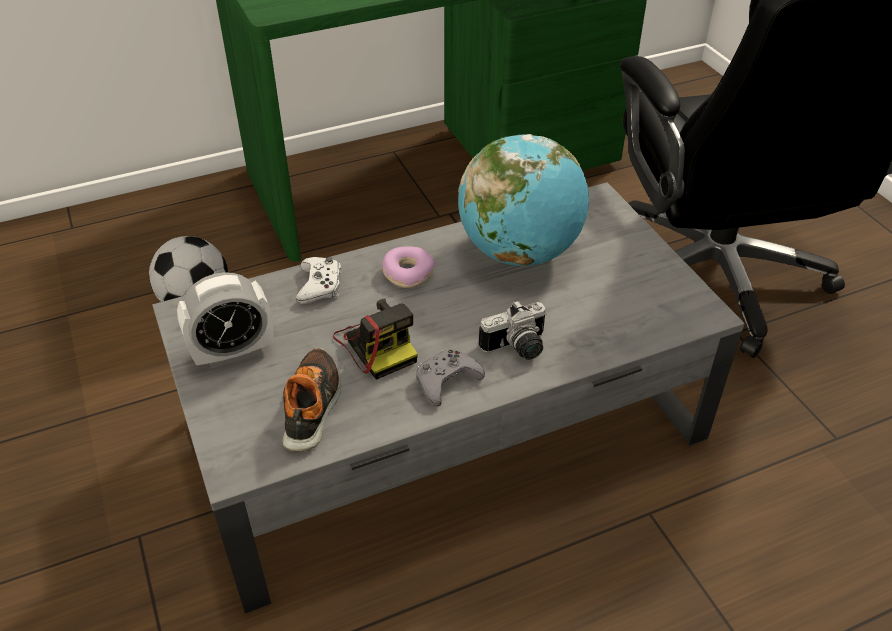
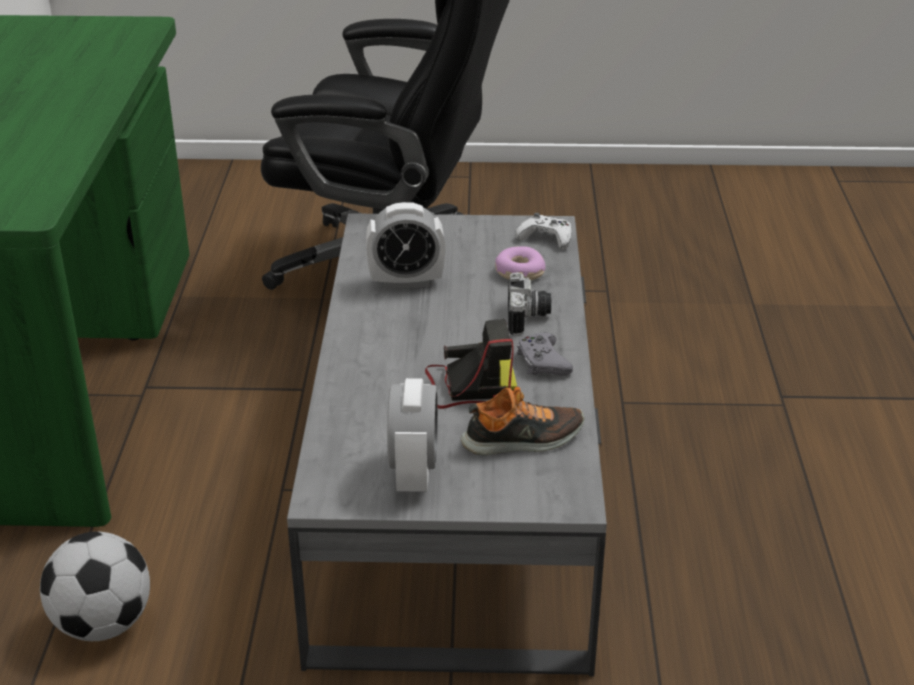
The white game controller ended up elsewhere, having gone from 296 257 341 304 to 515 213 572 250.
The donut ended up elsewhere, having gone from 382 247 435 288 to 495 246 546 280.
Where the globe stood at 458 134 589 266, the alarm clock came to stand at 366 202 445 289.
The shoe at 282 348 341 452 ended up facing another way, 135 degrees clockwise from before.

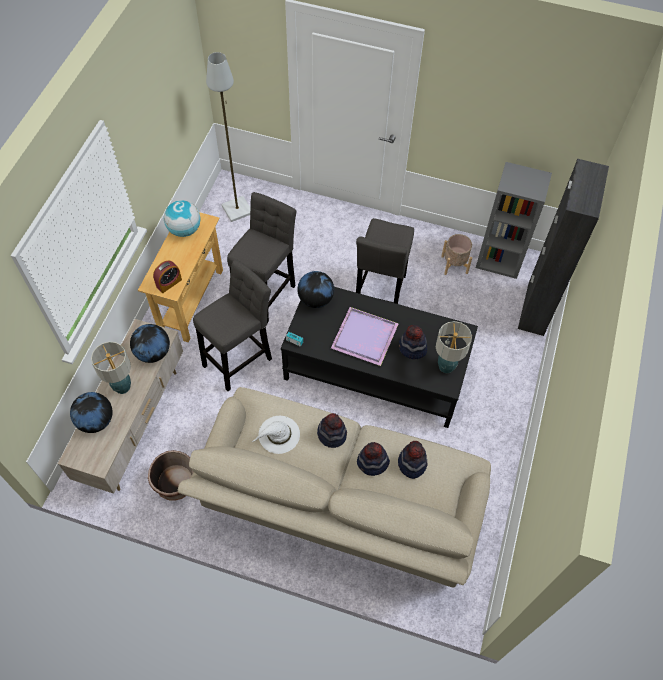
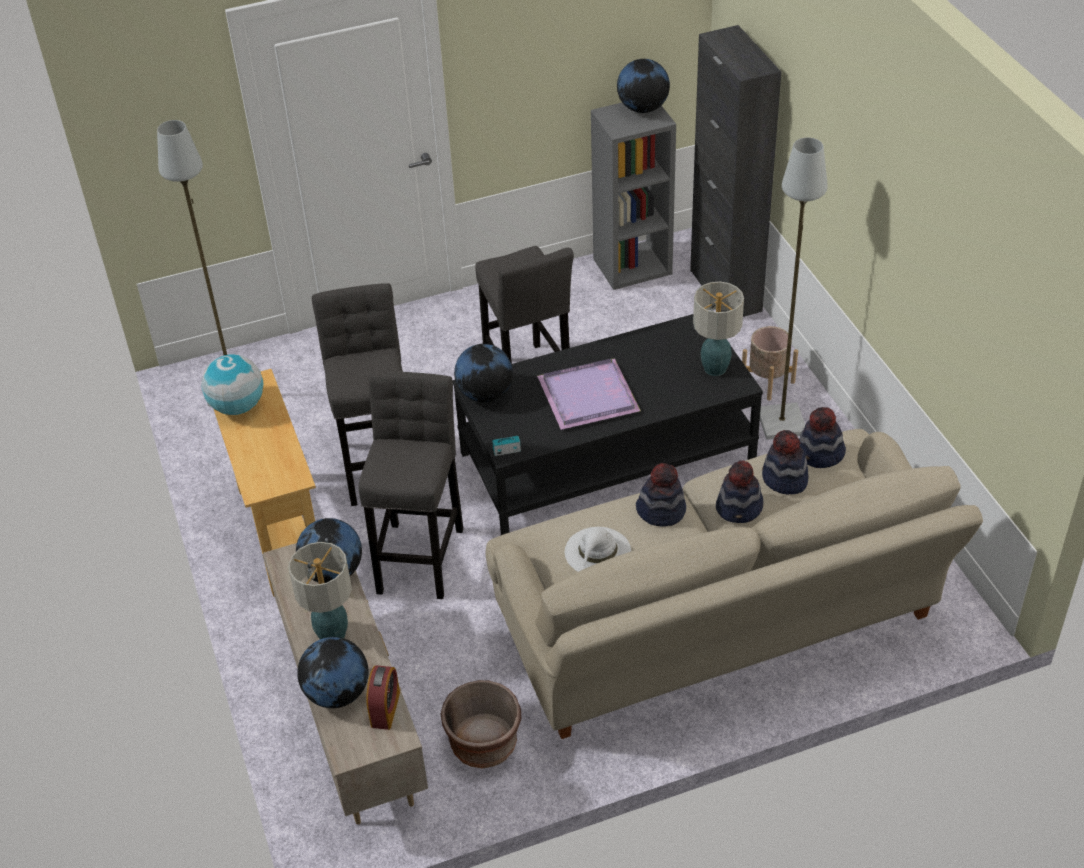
The second view gained the globe at 617 59 670 113.
The second view gained the grey floor lamp at 760 137 828 440.
The alarm clock ended up elsewhere, having gone from 153 260 182 293 to 366 666 400 730.
The hat ended up elsewhere, having gone from 399 325 427 359 to 799 407 846 468.
The beige planter ended up elsewhere, having gone from 441 234 472 275 to 742 326 798 400.

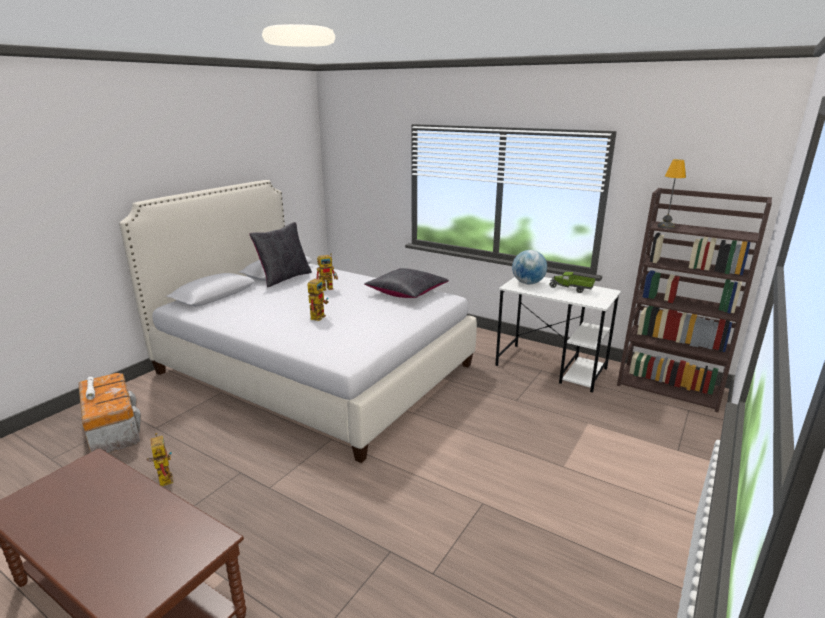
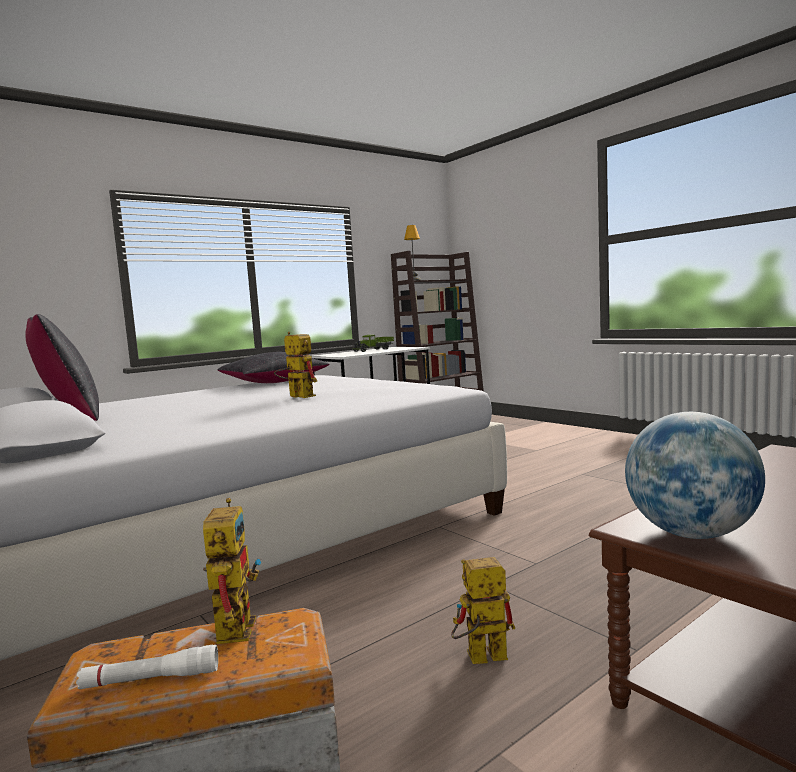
The toy robot ended up elsewhere, having gone from 317 254 338 291 to 203 498 262 644.
The globe ended up elsewhere, having gone from 512 250 547 284 to 625 412 765 539.

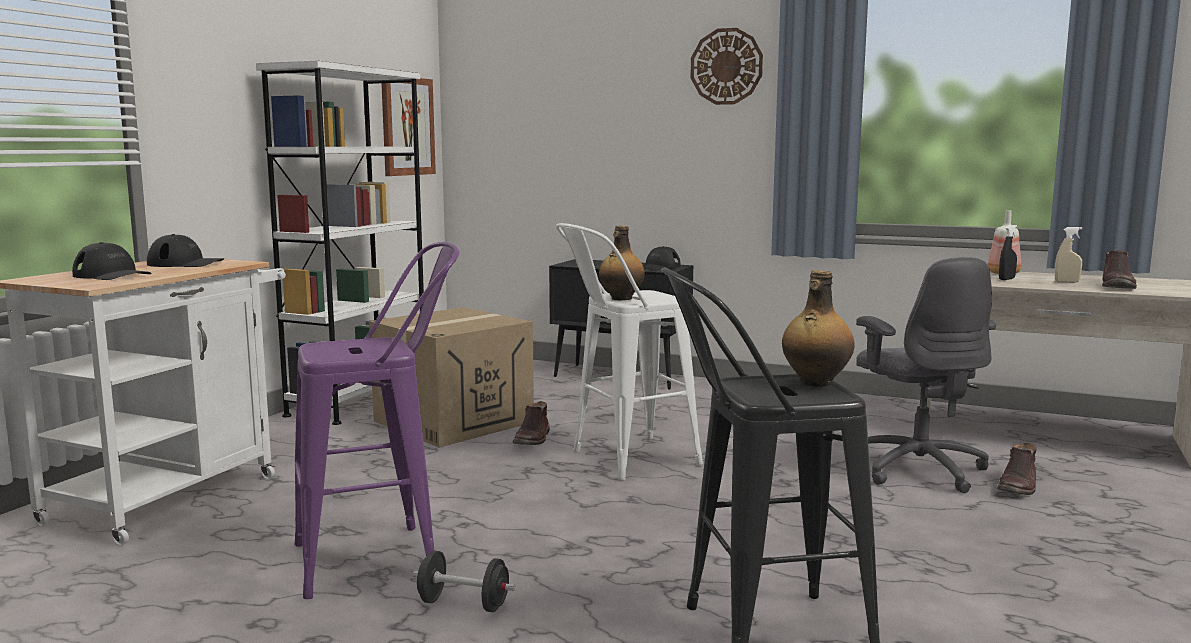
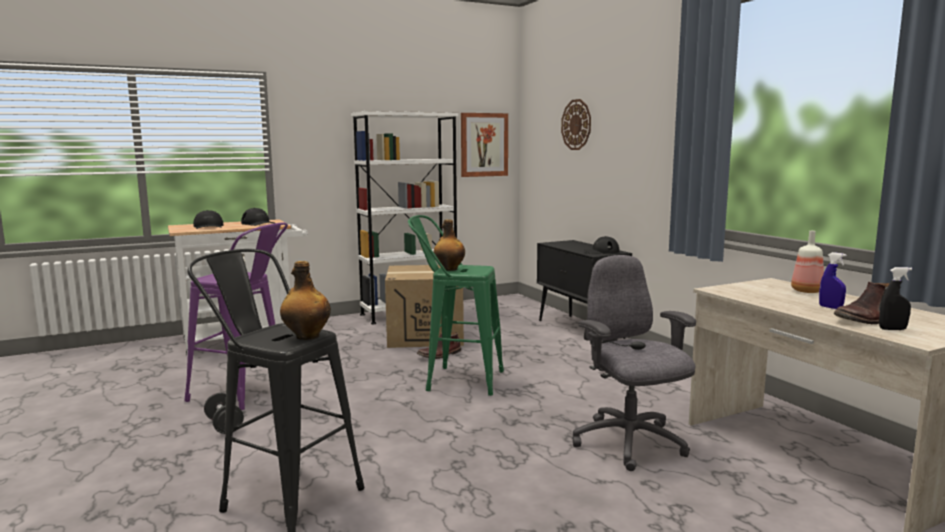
The second view lost the brown boot at 997 443 1036 495.
The wall clock ended up elsewhere, having gone from 690 28 763 105 to 561 99 591 150.
The black spray bottle ended up elsewhere, having gone from 999 225 1017 280 to 879 267 912 330.
What was the white stool at 556 223 703 480 turned into the green stool at 408 215 504 396.
What was the beige spray bottle at 1055 227 1083 283 turned into the blue spray bottle at 819 252 846 309.
The grey office chair at 856 257 996 493 ended up facing another way, 135 degrees clockwise from before.

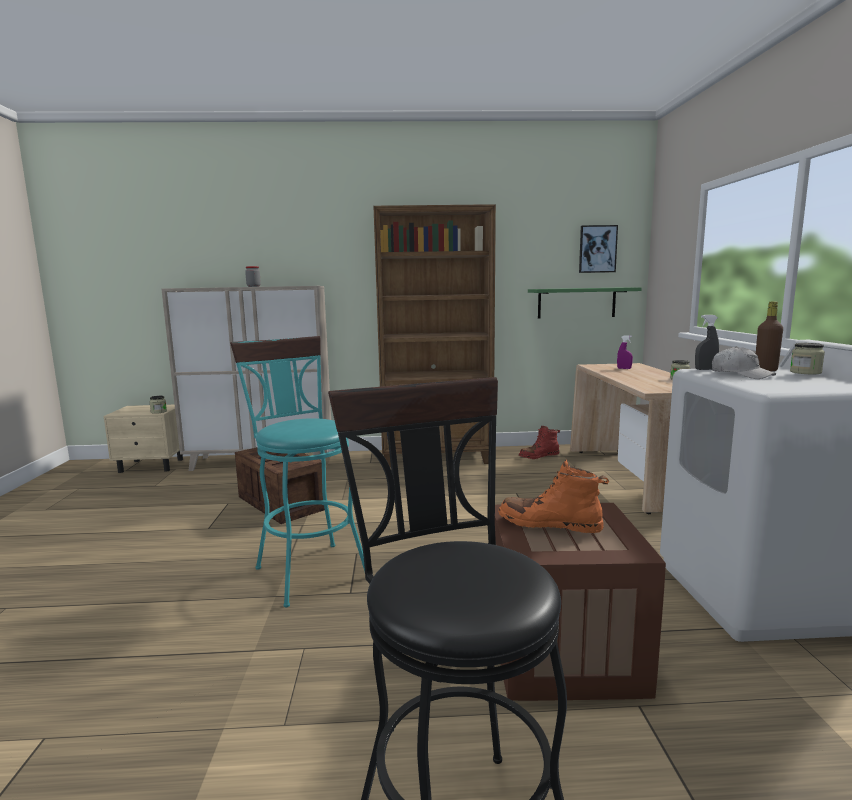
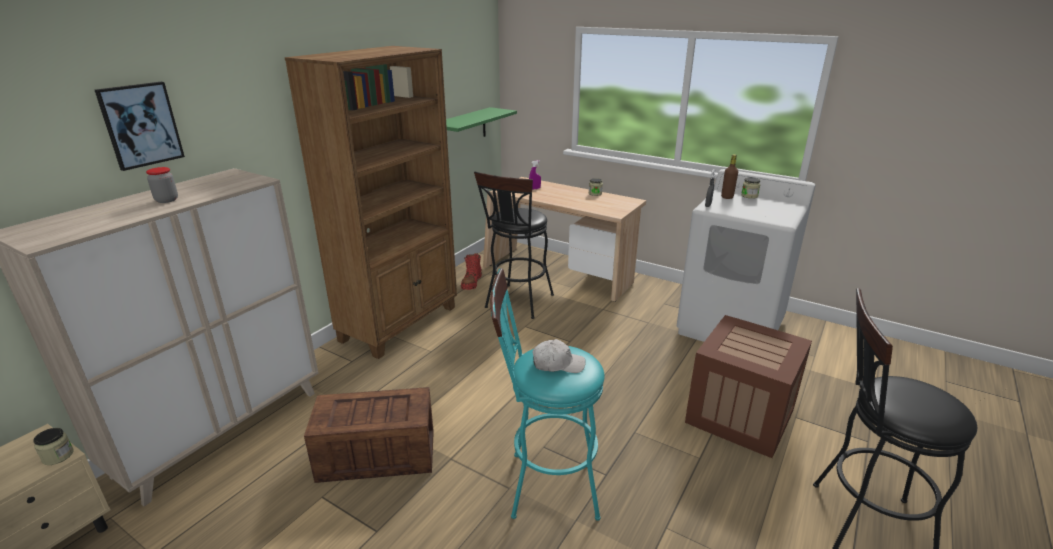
The second view lost the orange boot at 498 459 609 533.
The second view gained the black stool at 474 172 554 319.
The picture ended up elsewhere, having gone from 579 225 618 273 to 95 82 185 171.
The white cap ended up elsewhere, having gone from 712 346 776 379 to 532 339 586 373.

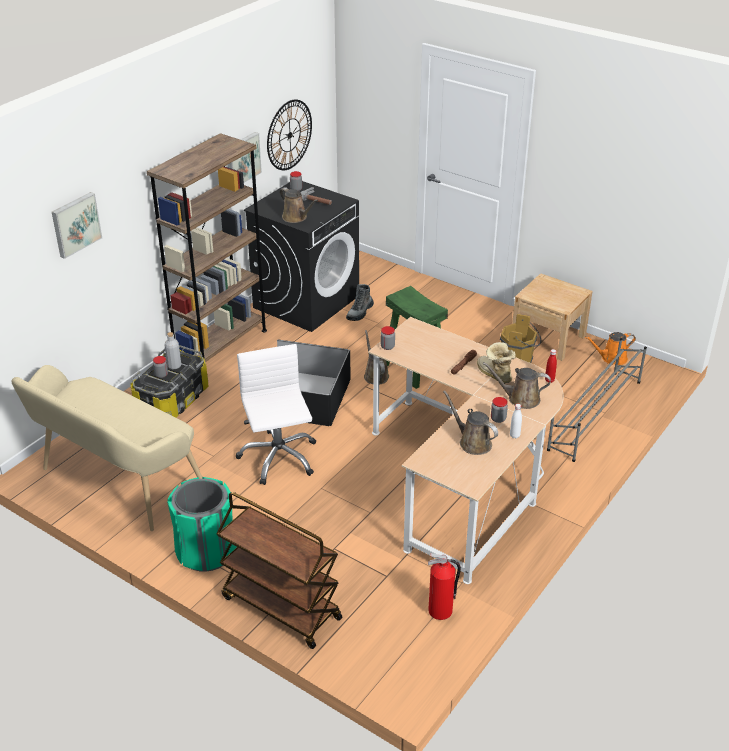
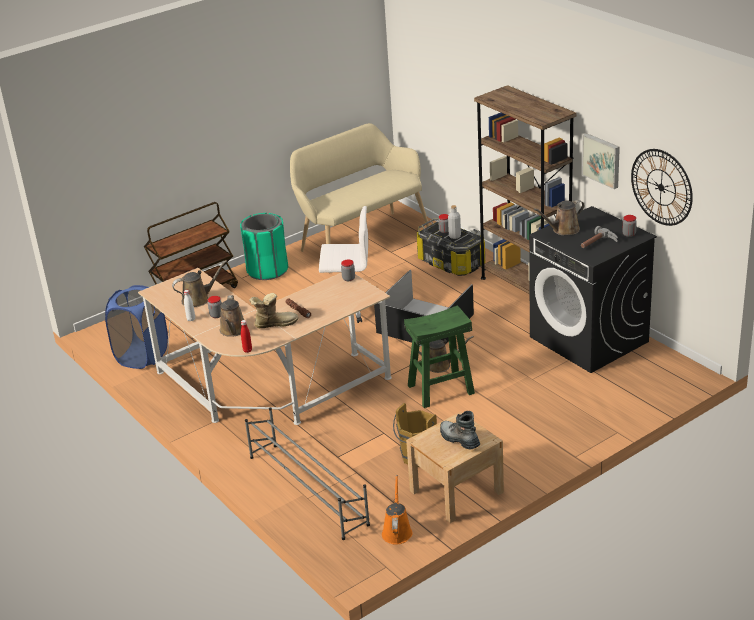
The second view lost the picture at 52 192 102 259.
The boot ended up elsewhere, having gone from 346 284 374 321 to 440 411 480 449.
Where the fire extinguisher stood at 428 553 461 620, the blue laundry basket came to stand at 105 285 168 369.
The brown watering can at 483 362 551 409 ended up facing another way, 150 degrees clockwise from before.

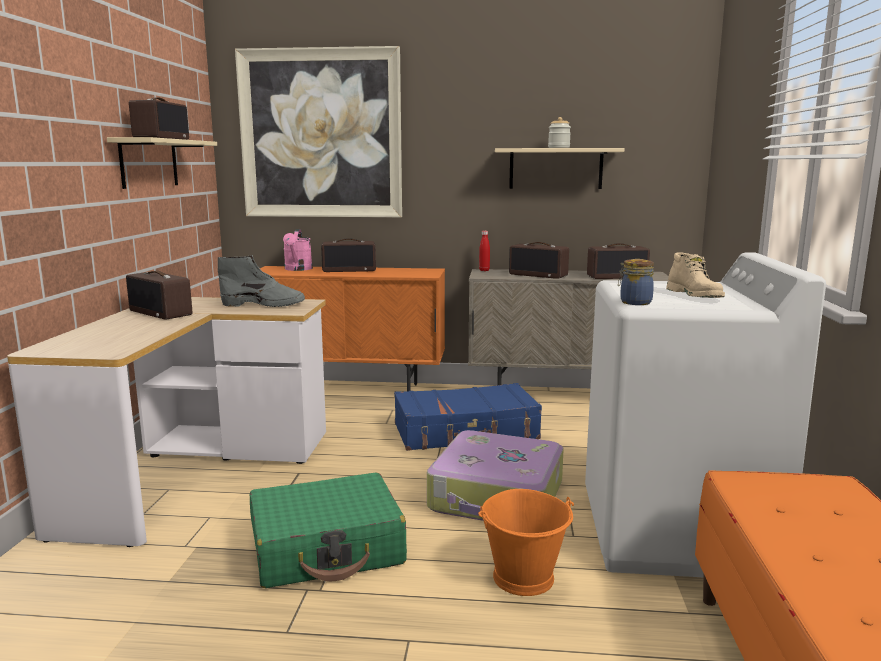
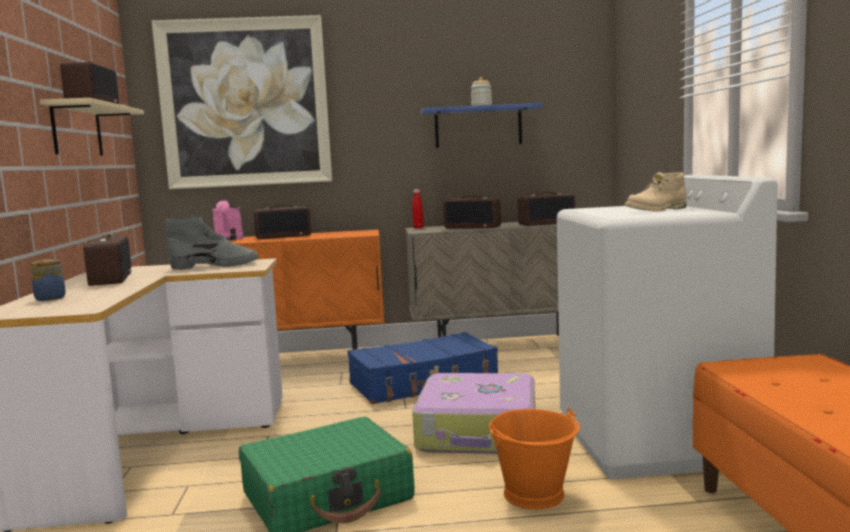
The jar ended up elsewhere, having gone from 618 259 654 305 to 31 259 66 301.
What was the beige shelf at 495 148 625 189 turned into the blue shelf at 420 103 543 148.
The radio at 126 271 192 319 ended up facing another way, 135 degrees counterclockwise from before.
The beige boot at 666 252 725 298 ended up facing another way, 90 degrees clockwise from before.

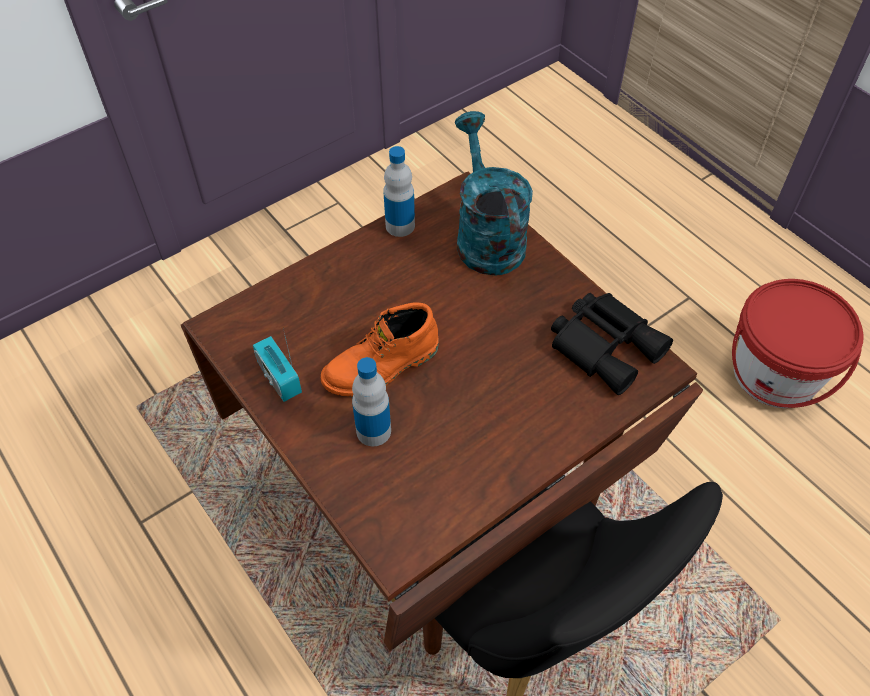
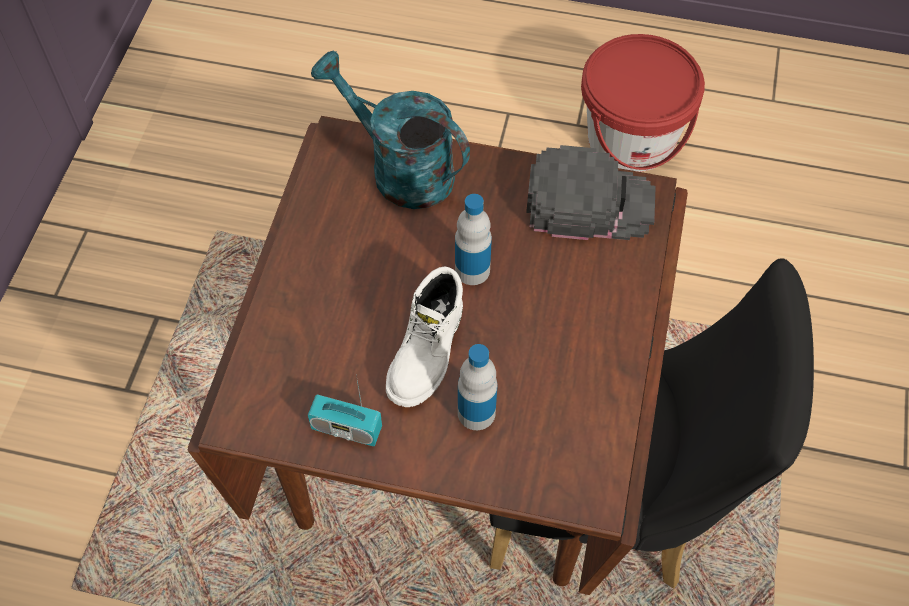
The bottle ended up elsewhere, having gone from 383 146 415 237 to 455 194 492 285.
Where the black binoculars stood at 551 293 673 395, the black cap came to stand at 526 145 656 240.
What was the orange boot at 321 302 439 396 turned into the white boot at 386 267 463 407.

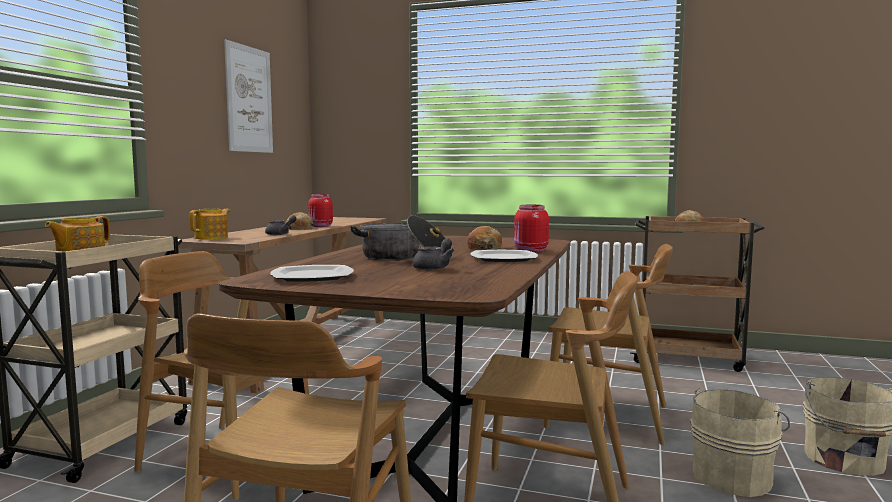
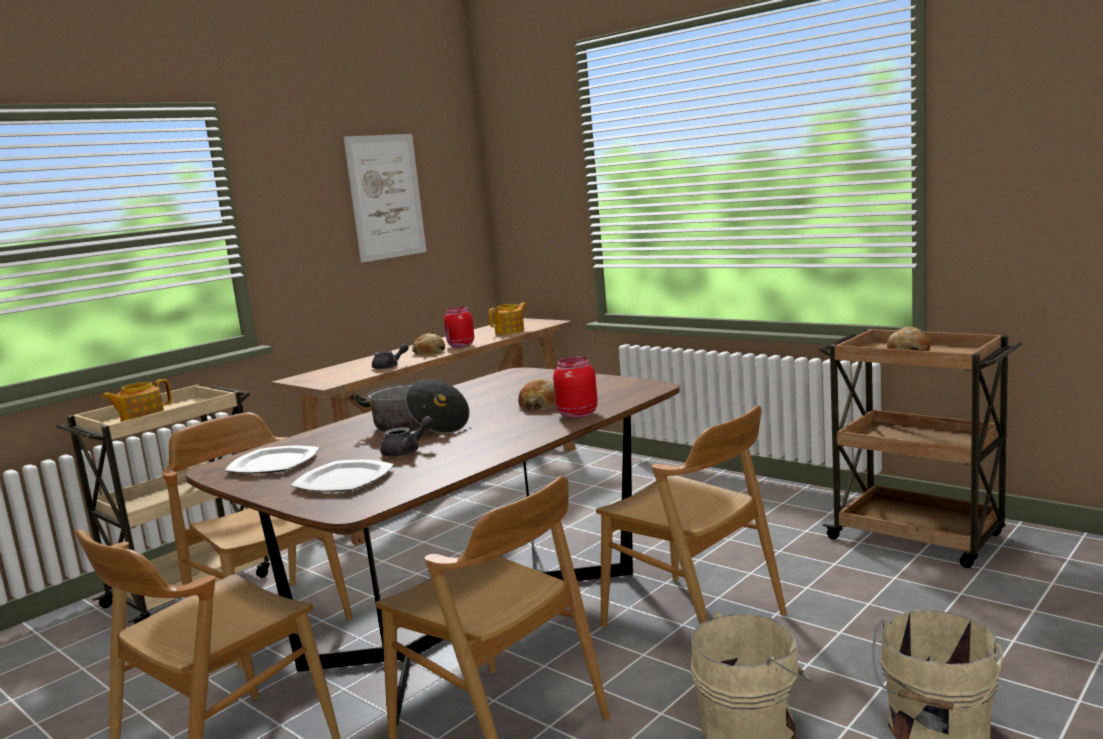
The teapot ended up elsewhere, having gone from 189 209 230 239 to 488 303 527 335.
The plate ended up elsewhere, having gone from 470 250 538 262 to 290 460 394 491.

